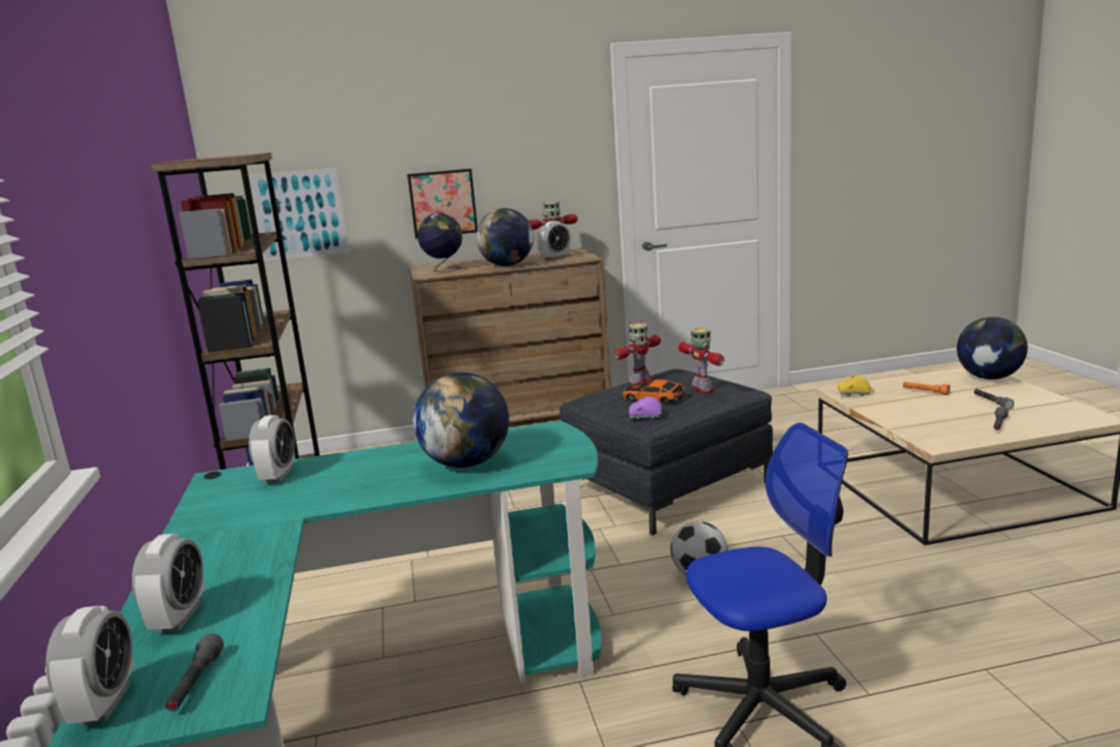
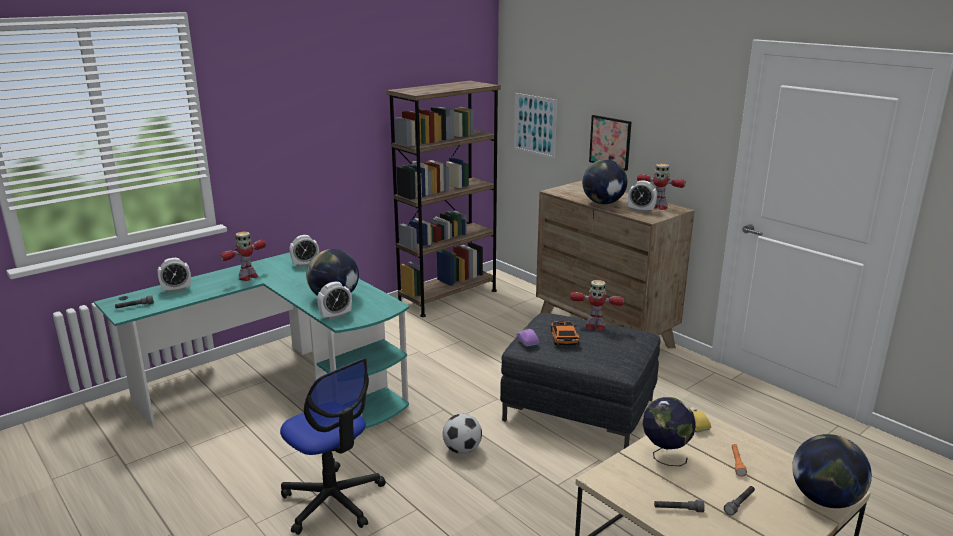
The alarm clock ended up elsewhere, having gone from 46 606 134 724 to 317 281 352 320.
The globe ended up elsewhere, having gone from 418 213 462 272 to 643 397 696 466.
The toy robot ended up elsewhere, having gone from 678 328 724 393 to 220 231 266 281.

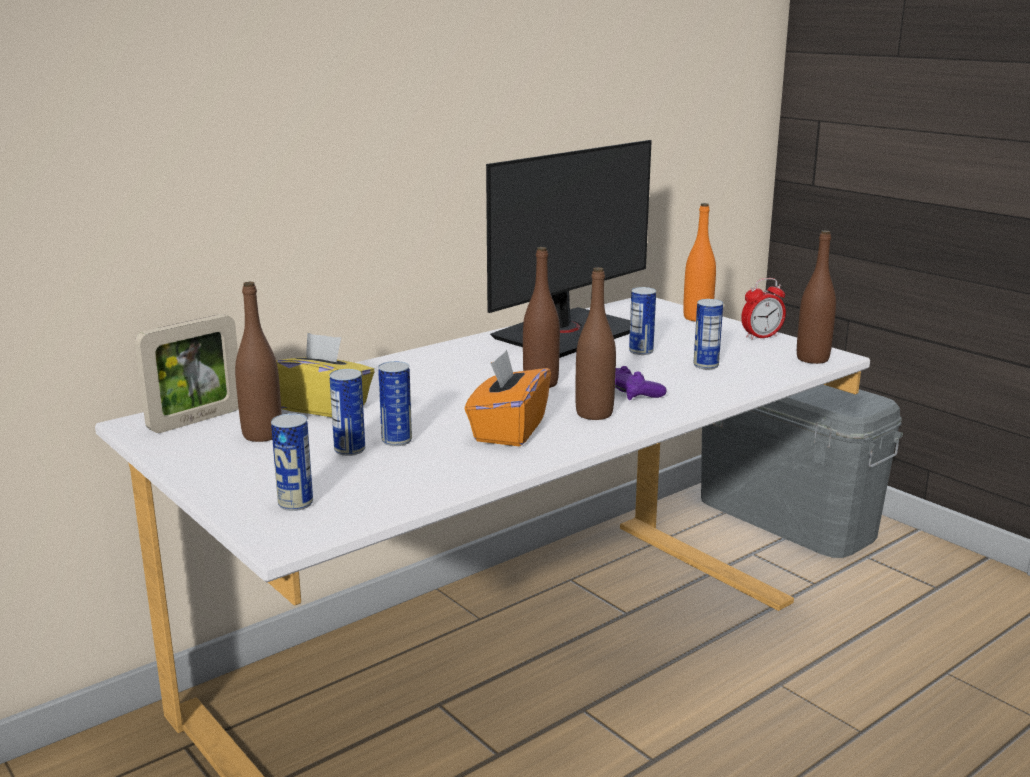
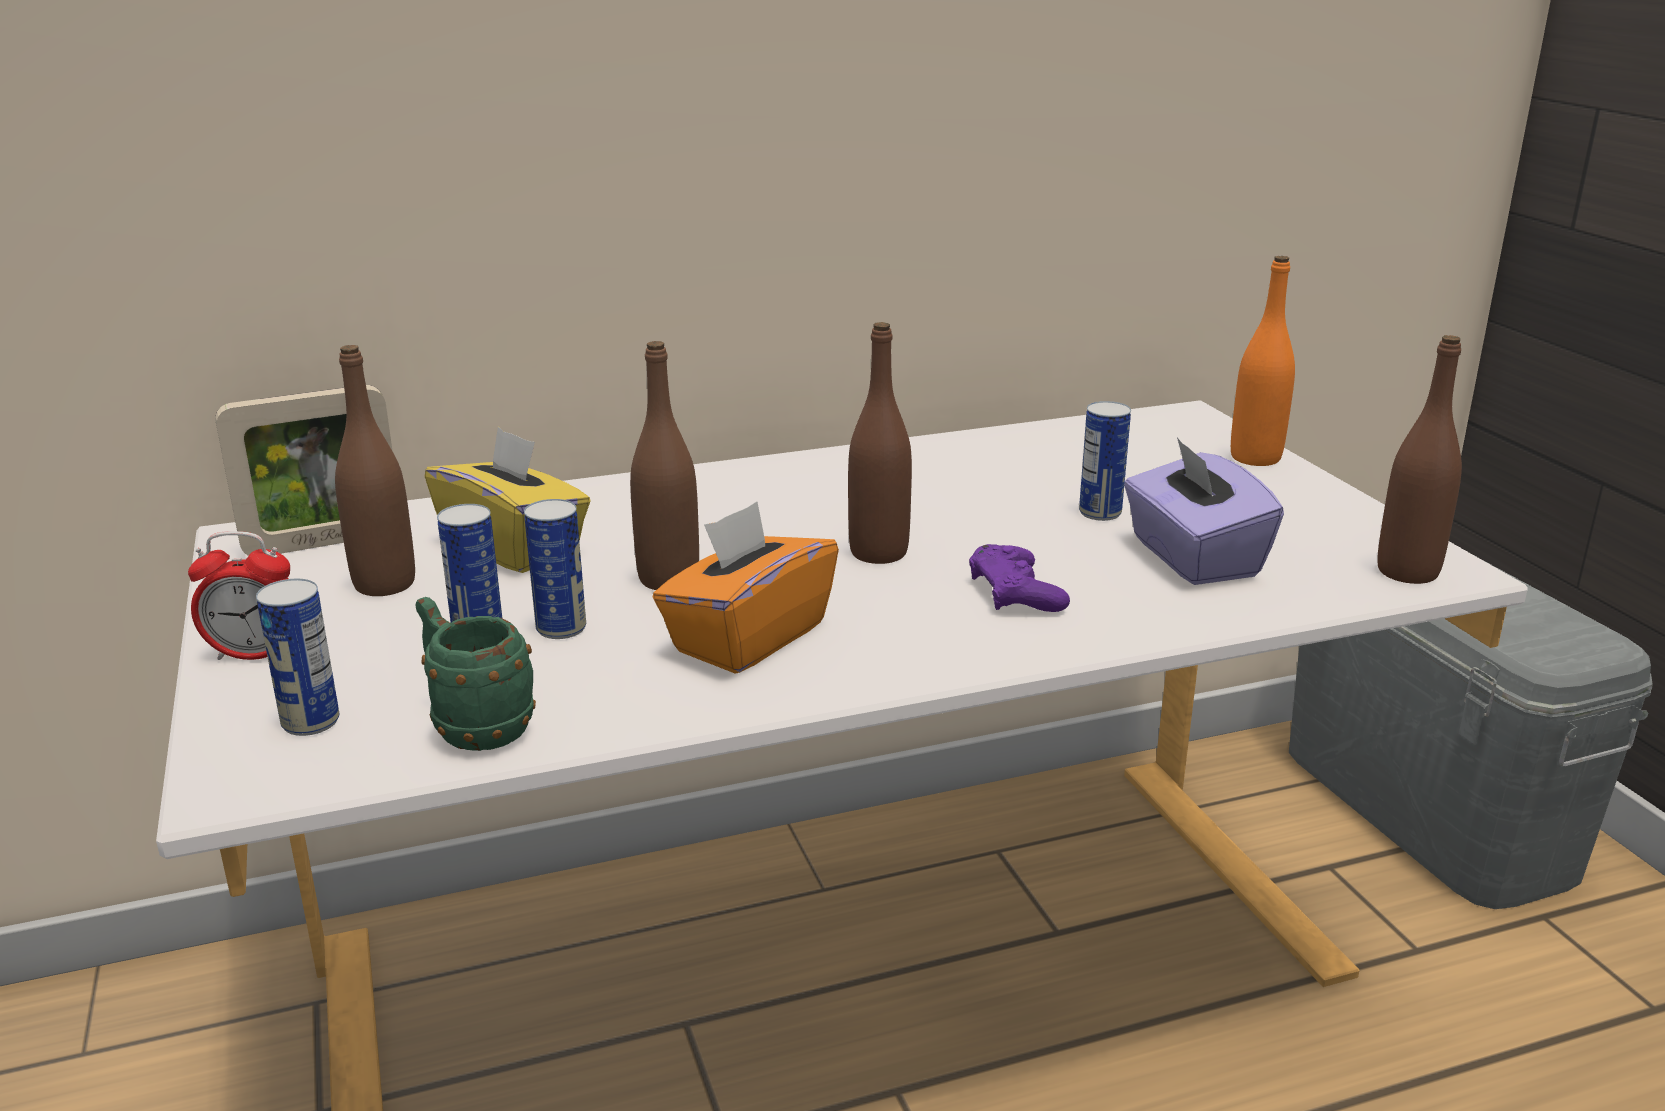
The second view lost the monitor at 486 140 652 358.
The second view gained the green mug at 416 597 536 751.
The brown bottle ended up elsewhere, having gone from 575 267 616 420 to 630 341 699 590.
The alarm clock ended up elsewhere, having gone from 741 278 786 340 to 188 531 290 660.
Where the can stood at 693 299 723 369, the purple tissue box came to stand at 1124 437 1284 585.

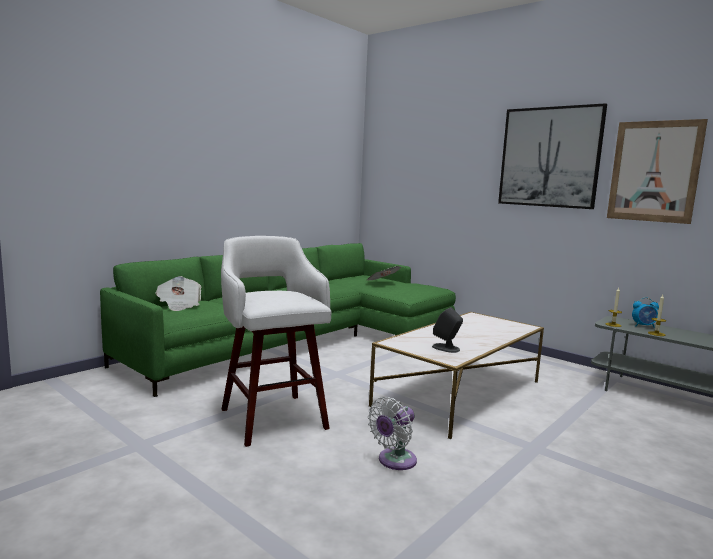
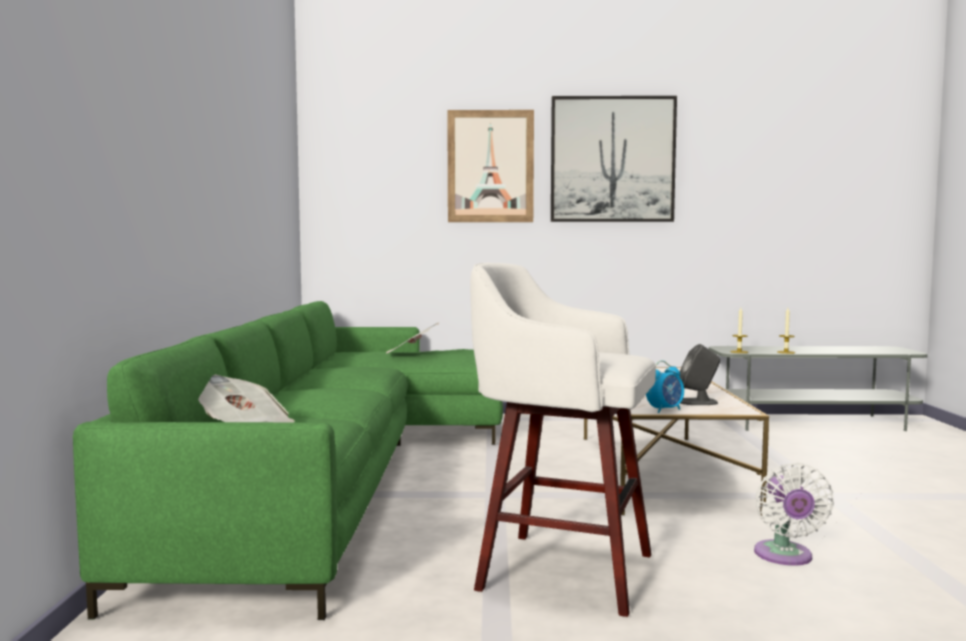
The picture ended up elsewhere, having gone from 607 119 708 224 to 447 110 534 222.
The alarm clock ended up elsewhere, having gone from 632 297 659 328 to 646 361 684 413.

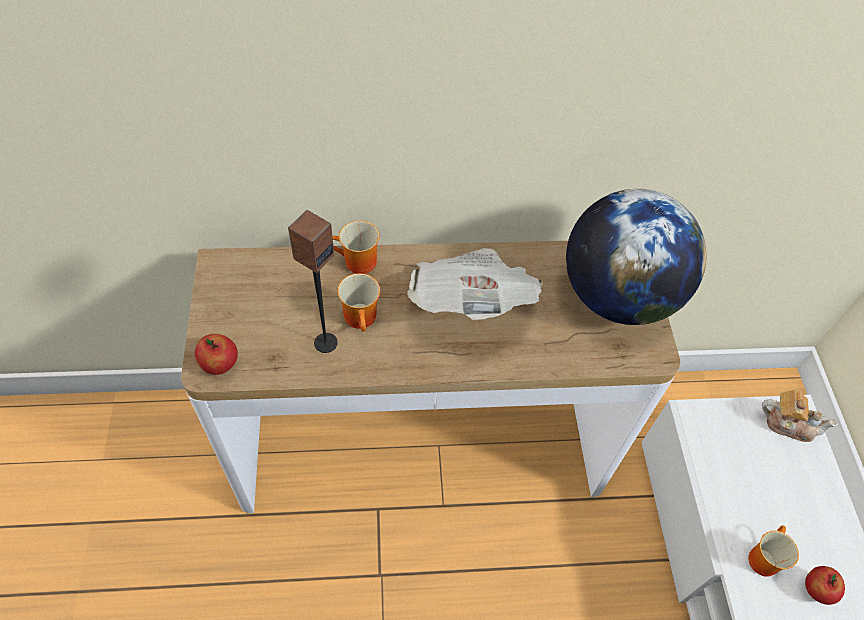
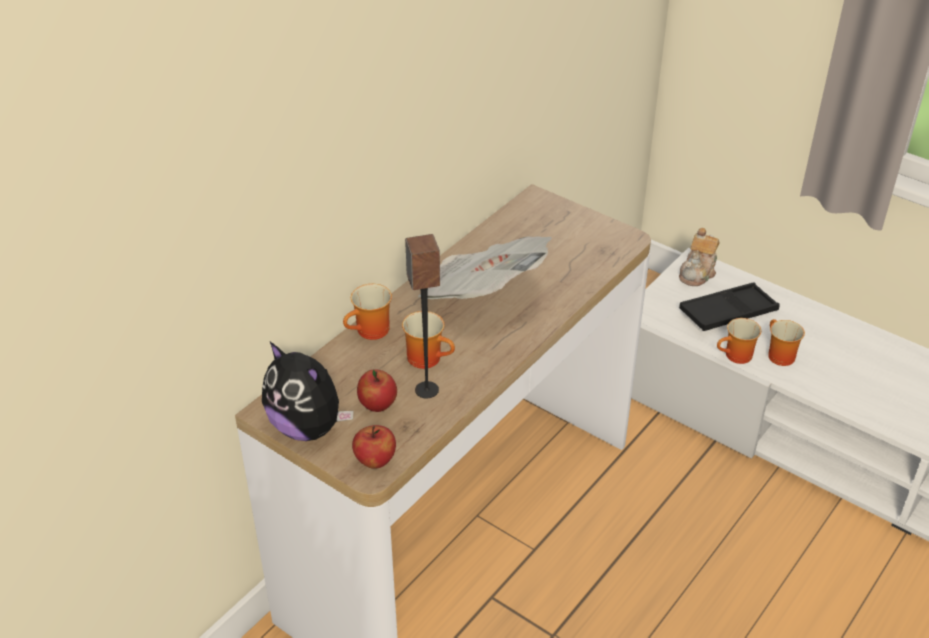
The second view lost the globe at 566 189 706 325.
The second view gained the plush toy at 262 342 354 441.
The second view gained the black tray at 679 282 780 331.
The second view gained the mug at 717 318 761 364.
The apple ended up elsewhere, having gone from 805 566 845 605 to 357 369 397 412.
The teapot at 762 390 838 442 ended up facing another way, 150 degrees clockwise from before.

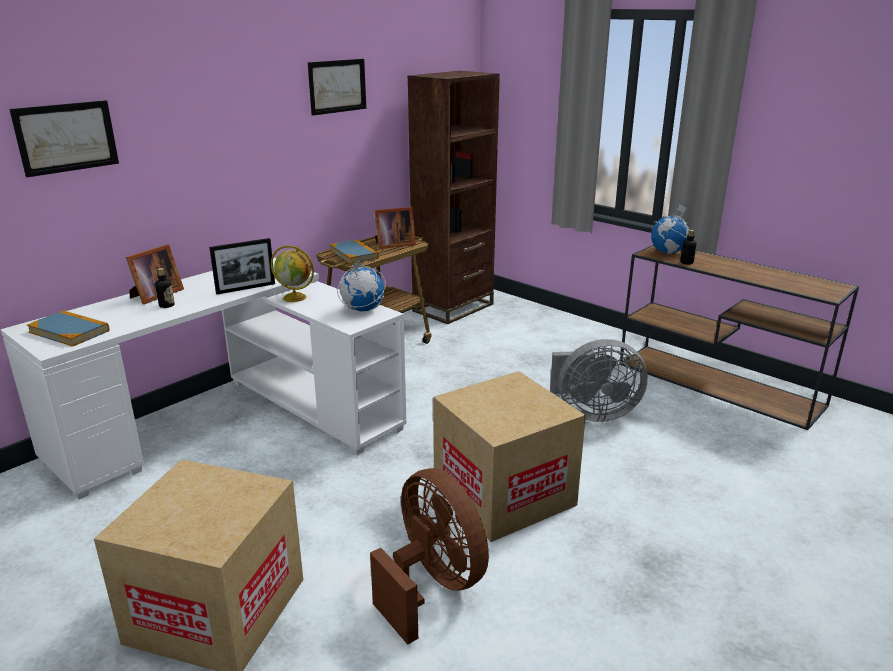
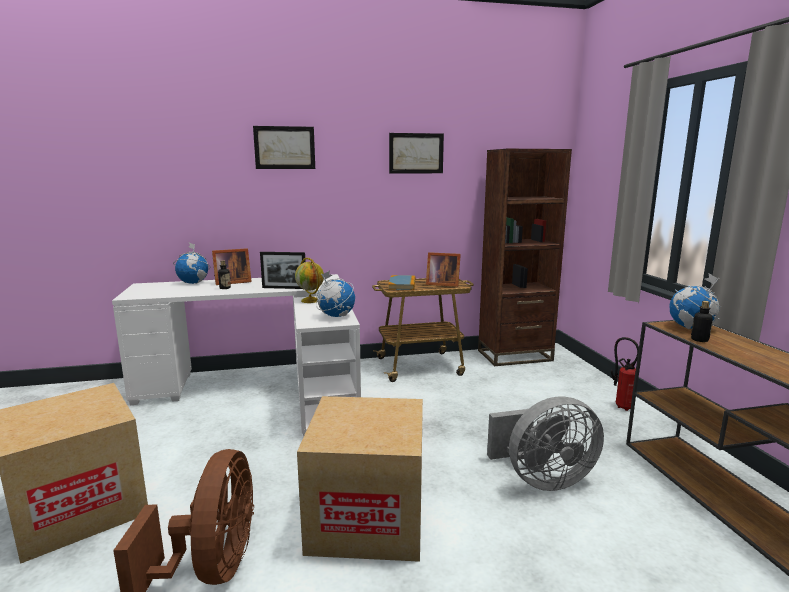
The second view lost the book at 27 310 109 347.
The second view gained the globe at 173 243 211 284.
The second view gained the fire extinguisher at 611 337 639 411.
The picture ended up elsewhere, having gone from 9 100 119 177 to 253 126 315 169.
The grey fan at 550 339 648 422 ended up facing another way, 45 degrees counterclockwise from before.

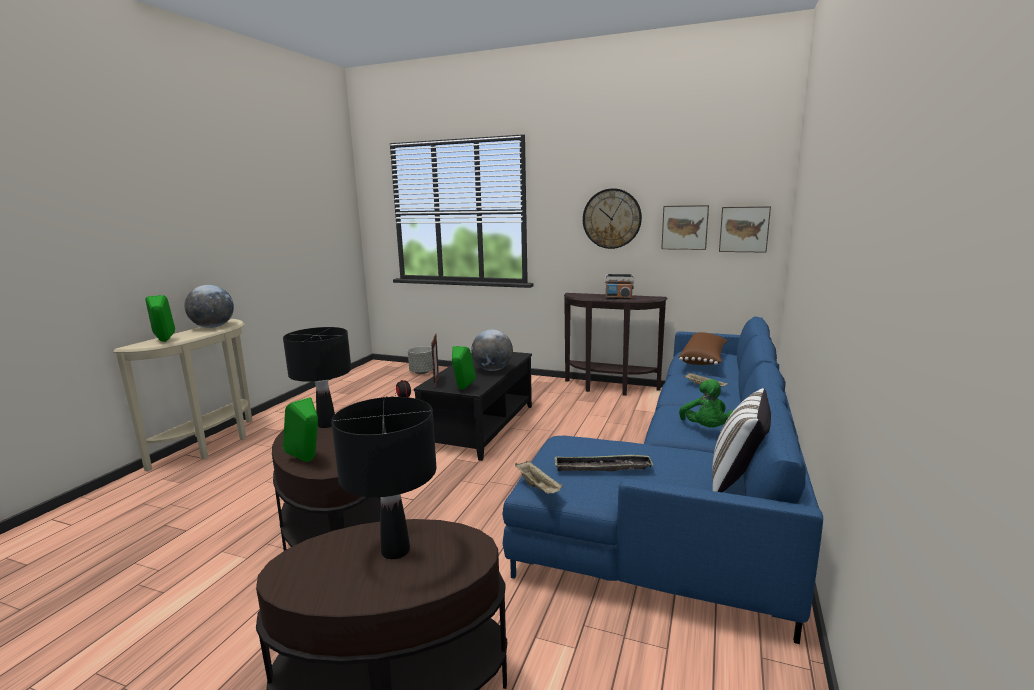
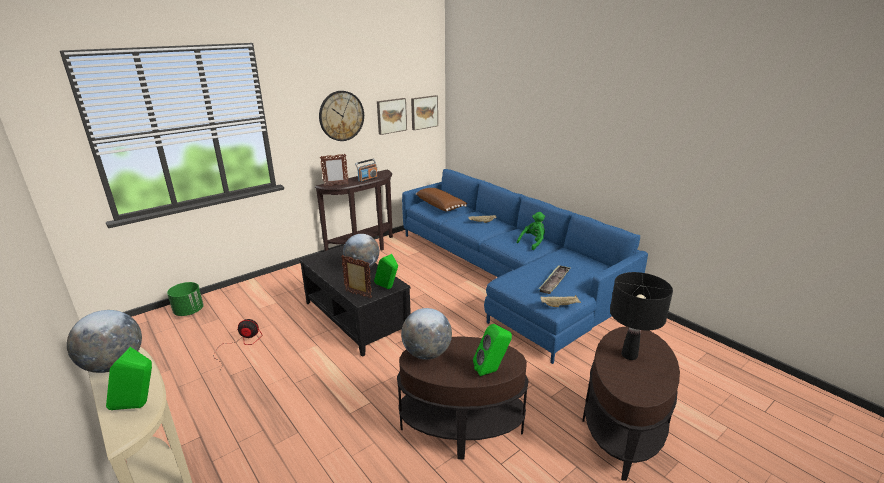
The second view lost the white pillow at 712 388 771 493.
The second view gained the picture frame at 320 154 349 186.
Where the black table lamp stood at 283 327 351 428, the globe came to stand at 401 308 452 360.
What was the grey planter at 408 346 433 374 turned into the green planter at 167 282 204 316.
The green plush toy at 679 379 734 427 ended up facing another way, 75 degrees counterclockwise from before.

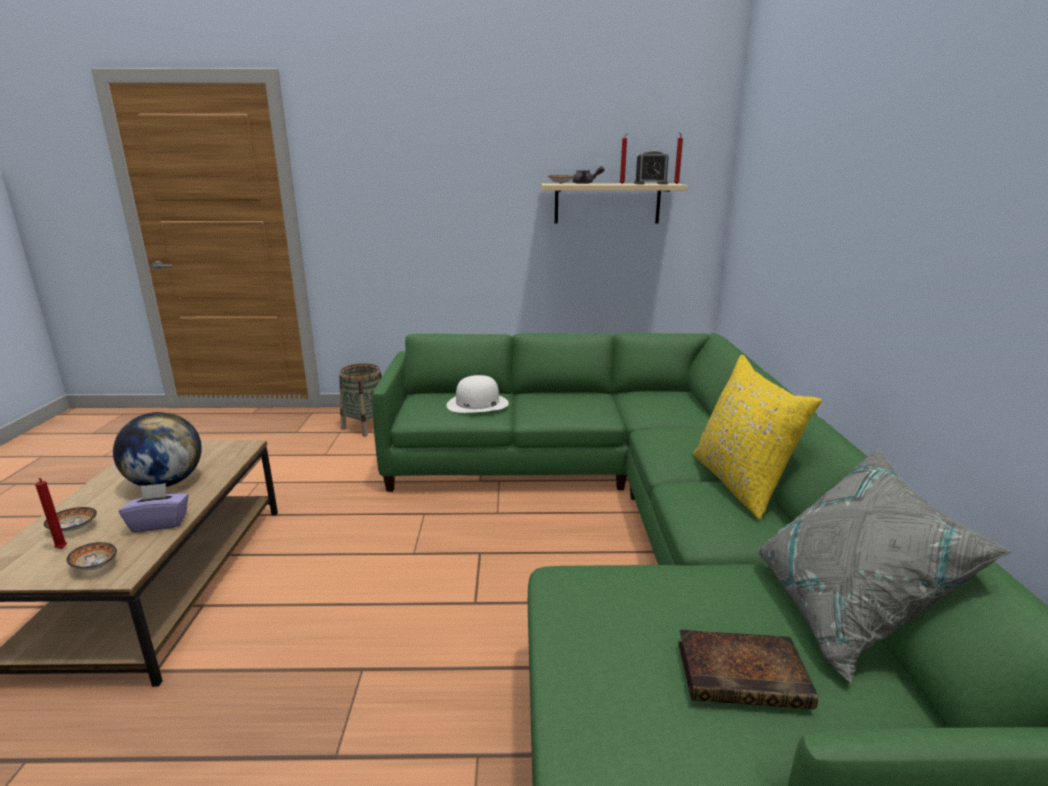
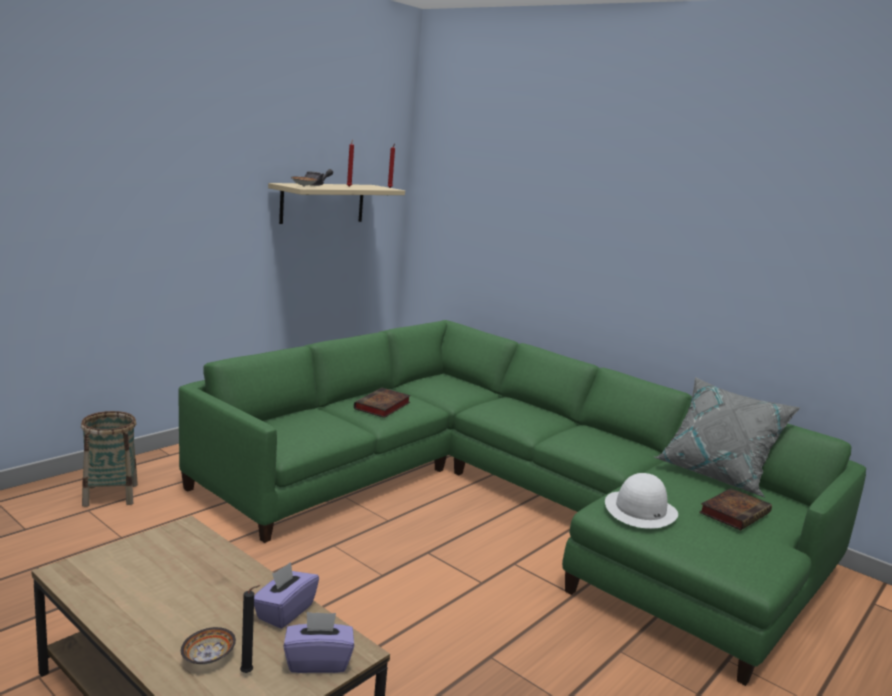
The second view lost the globe at 113 412 202 487.
The second view lost the alarm clock at 634 151 669 184.
The second view lost the yellow pillow at 693 355 822 520.
The second view gained the book at 354 388 411 418.
The white hat ended up elsewhere, having gone from 446 375 509 413 to 605 473 678 529.
Where the bowl stood at 67 542 117 570, the purple tissue box came to stand at 283 612 354 673.
What was the red candle at 35 478 67 549 turned into the black candle at 240 585 261 673.

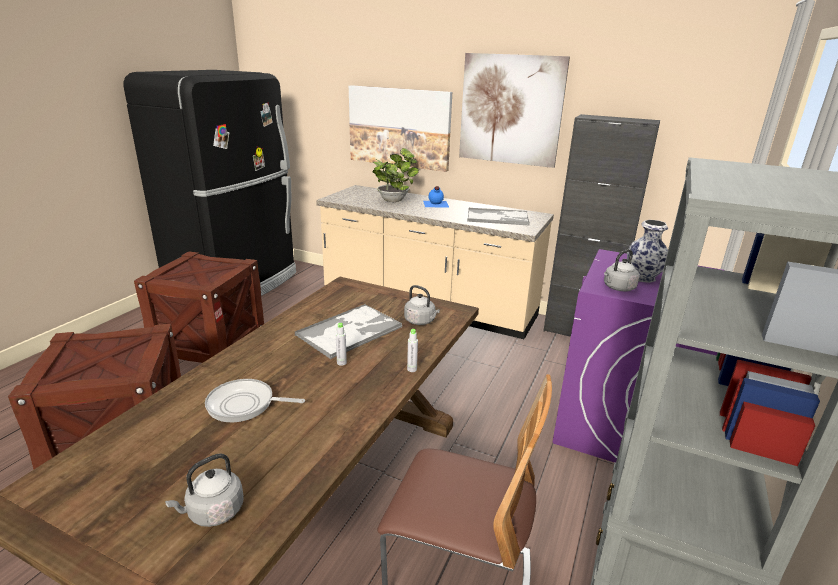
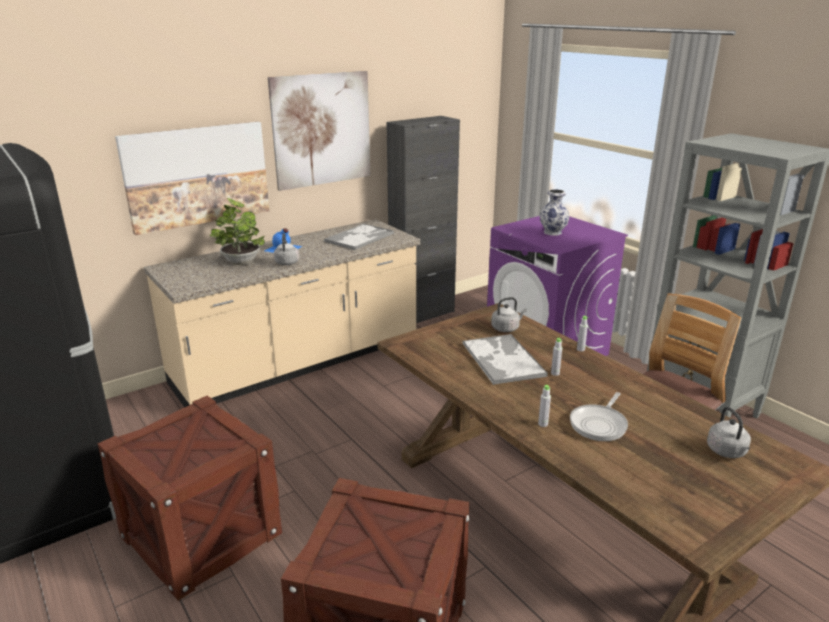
The second view gained the grey bottle at 538 385 551 427.
The grey kettle ended up elsewhere, having gone from 604 249 640 291 to 274 233 299 265.

